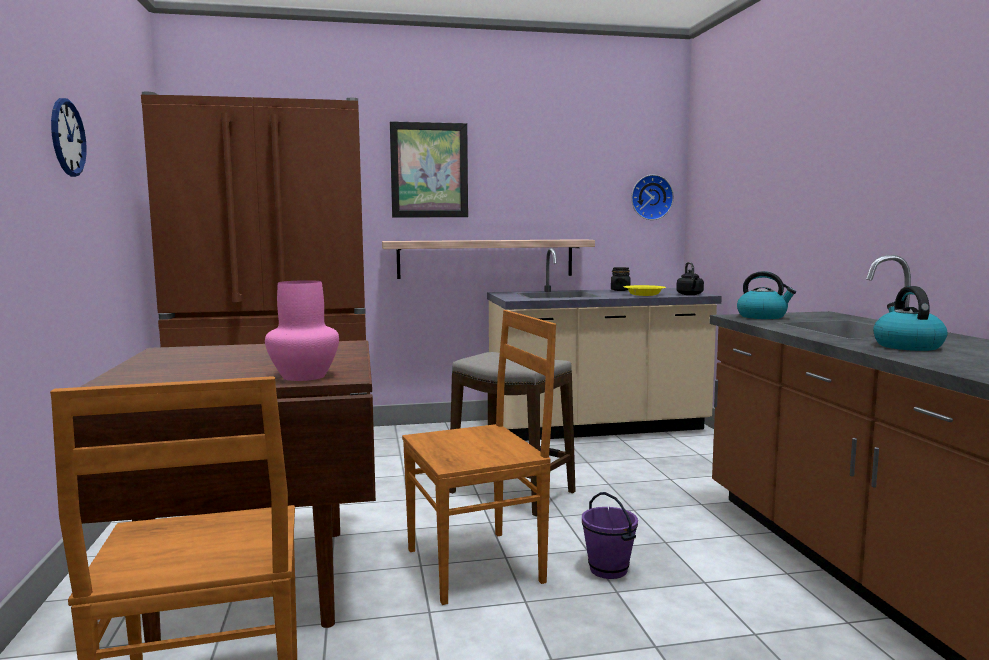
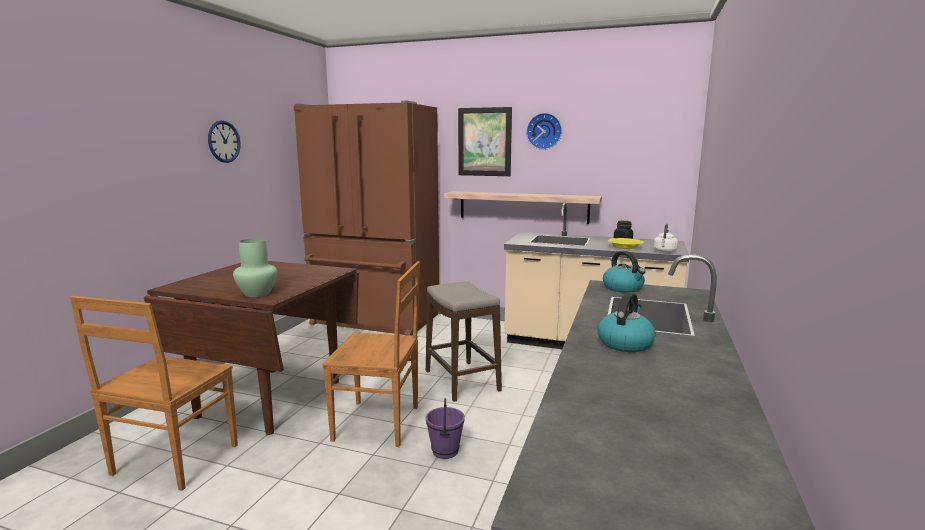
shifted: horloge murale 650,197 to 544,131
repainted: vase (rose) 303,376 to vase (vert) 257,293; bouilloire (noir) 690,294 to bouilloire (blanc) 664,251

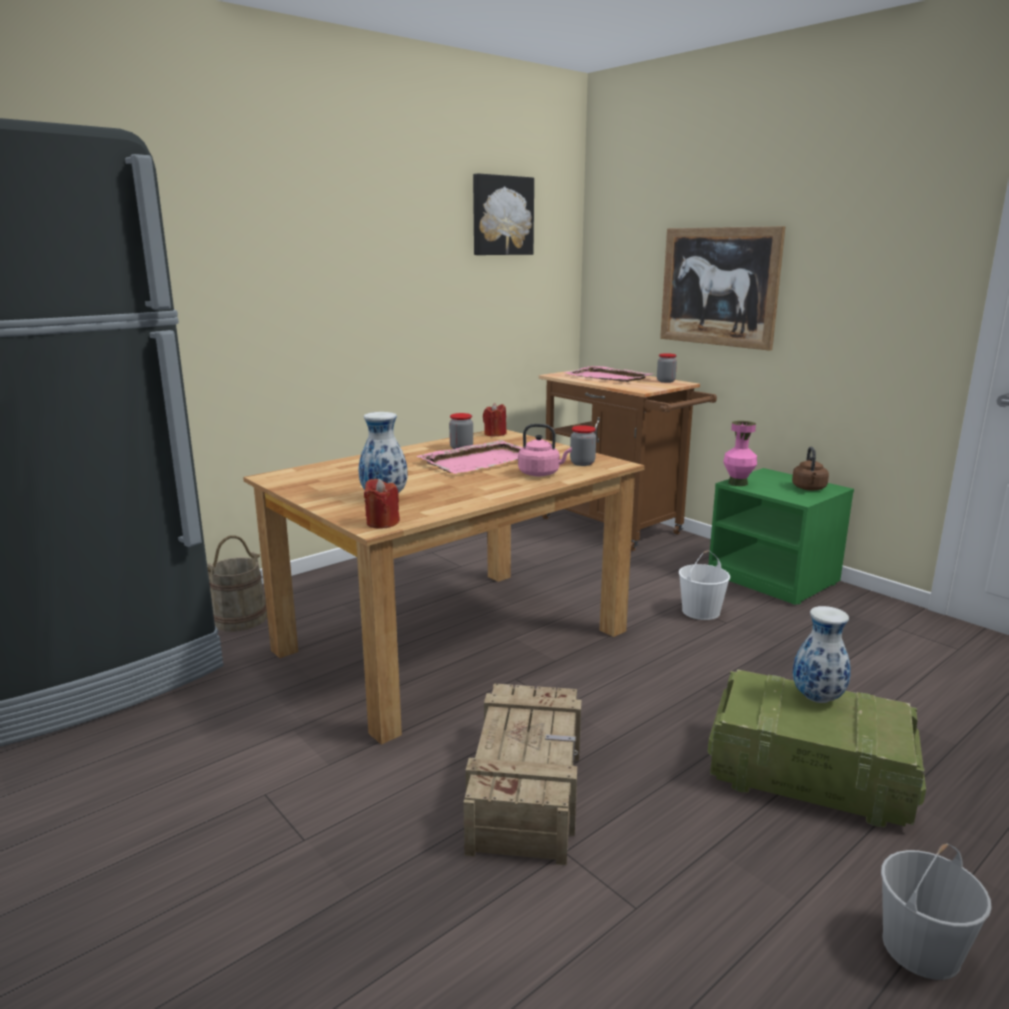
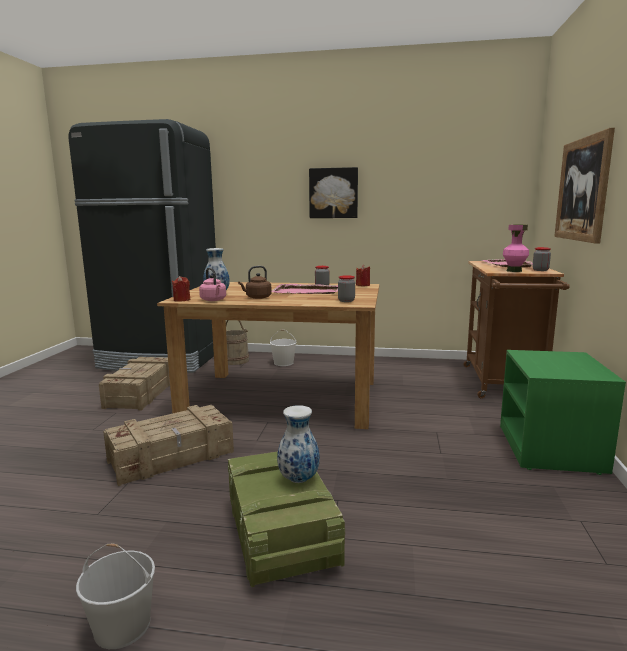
new: caisse 140,393
shifted: tableau 501,216 to 333,193; bouilloire (rose) 541,474 to 214,300; seau (blanc) 700,612 to 283,363; vase (rose) 738,483 to 514,271; bouilloire (marron) 809,488 to 257,297

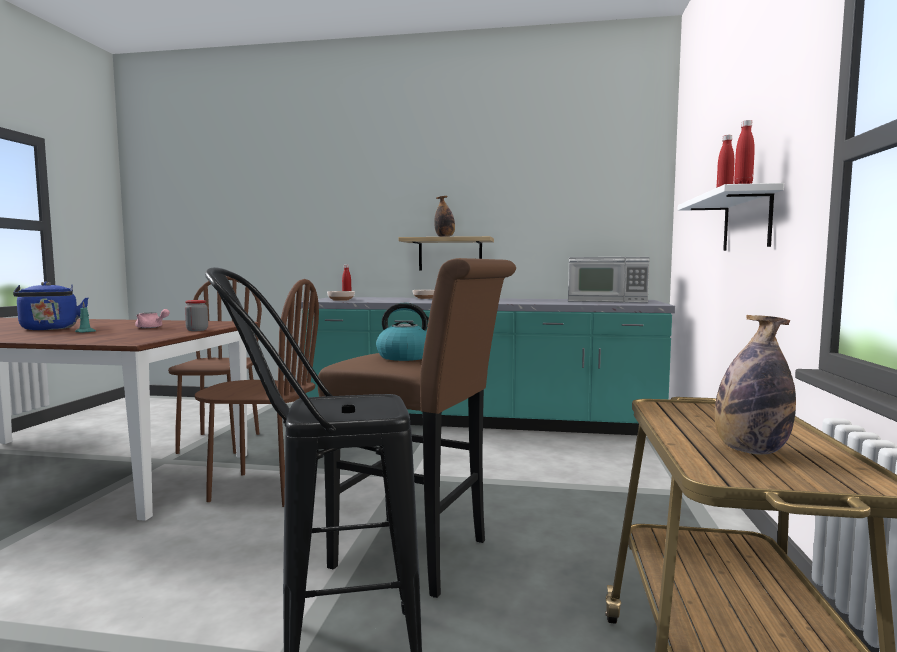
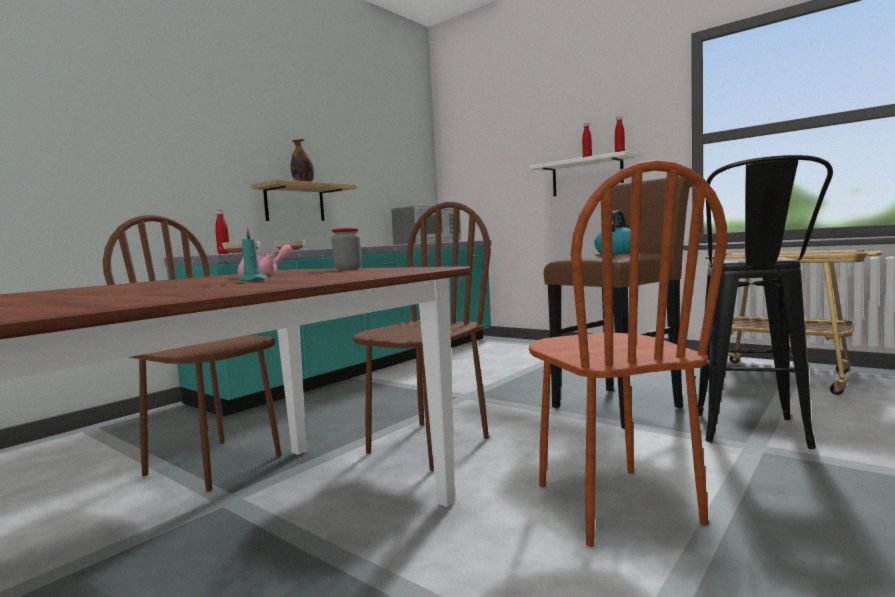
gone: bouilloire (bleu) 50,329; bouteille 750,451
new: chaise (marron) 614,504

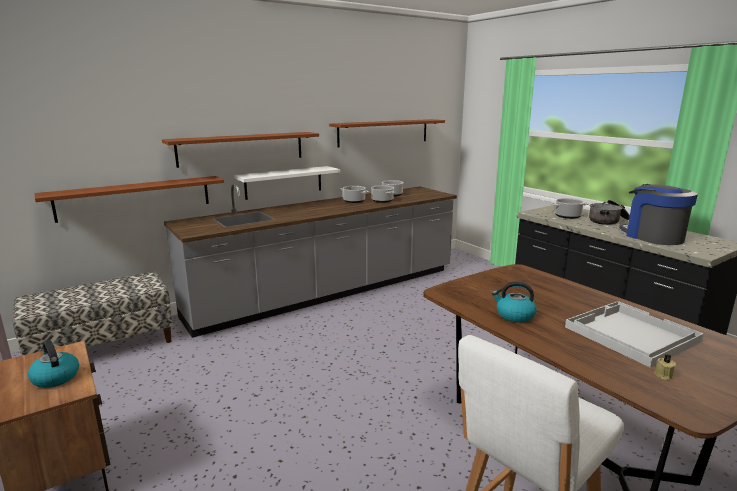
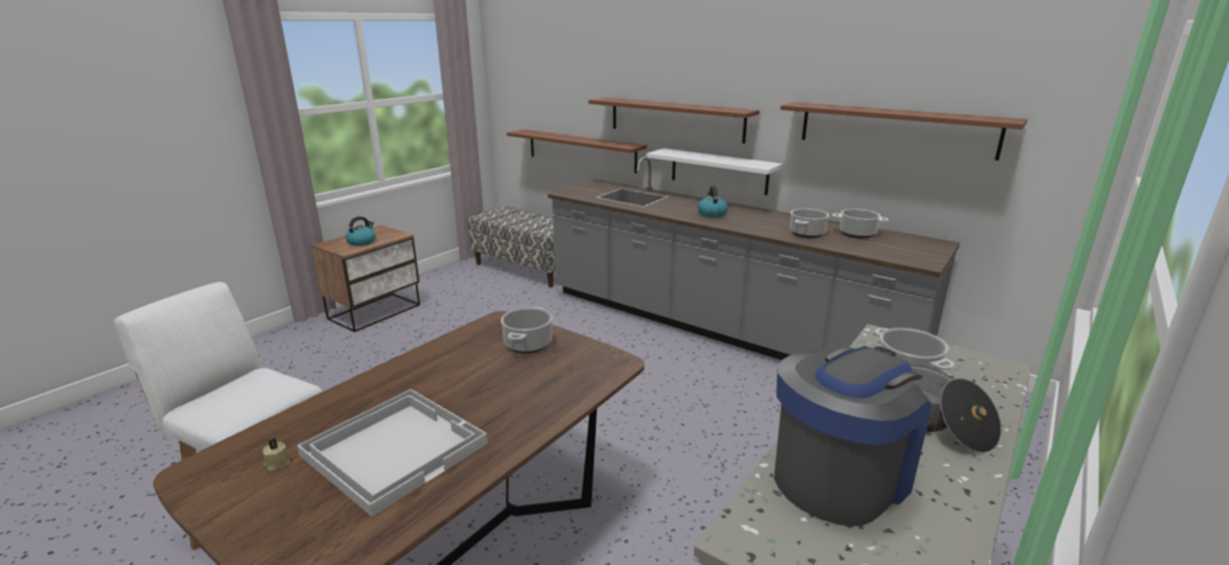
shifted: marmite 353,201 to 528,344; bouilloire 514,315 to 711,214

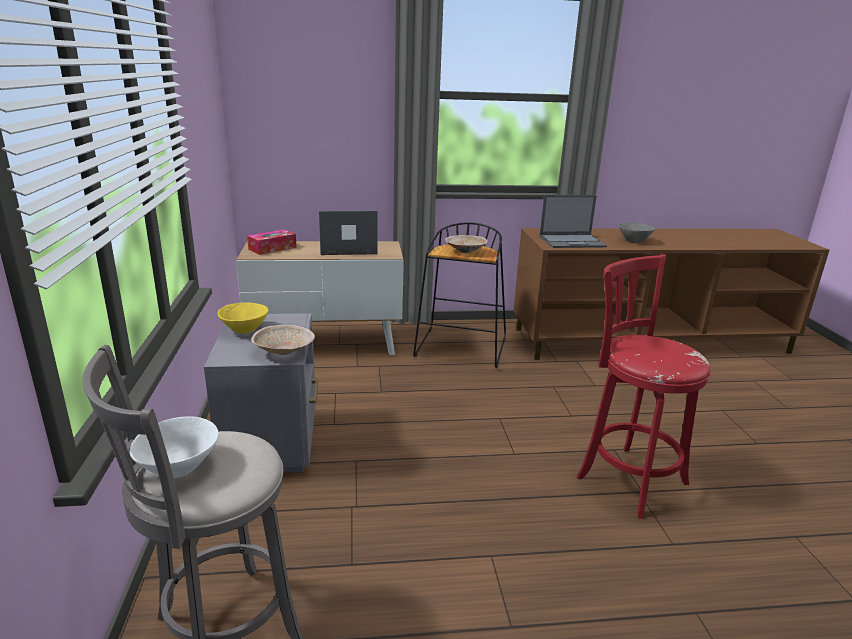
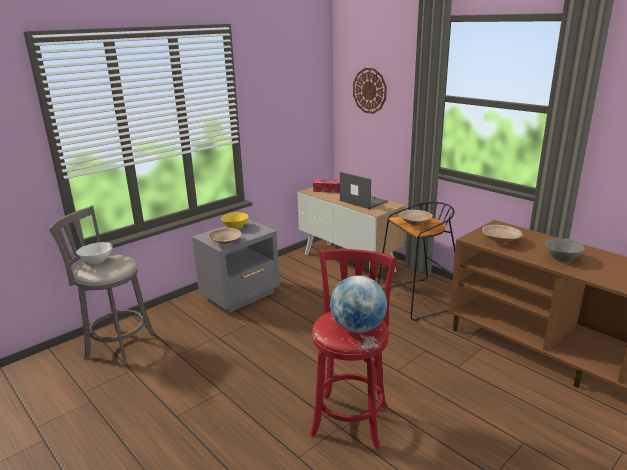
new: globe 358,328; horloge murale 369,90
swapped: ordinateur portable 572,241 to bol (beige) 501,241

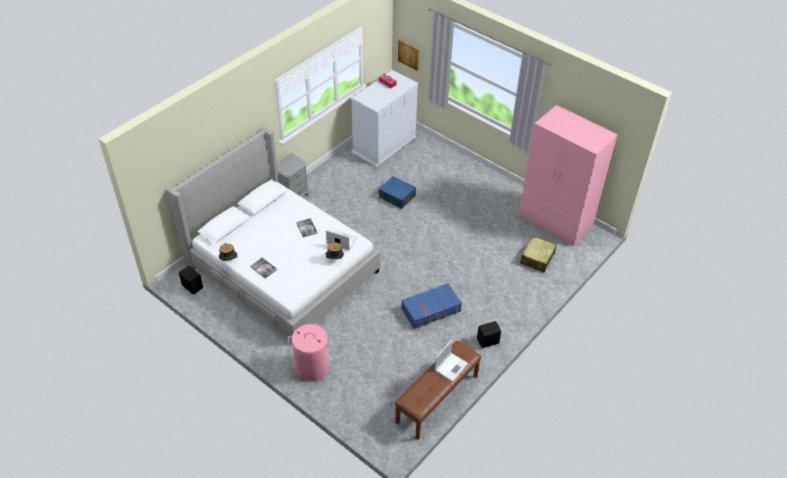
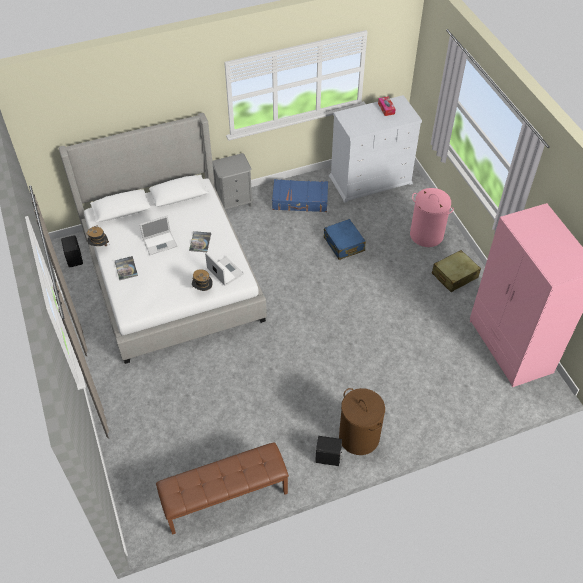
gone: tableau 409,54
new: panier à linge (marron) 358,437
shifted: panier à linge (rose) 312,367 to 426,235; valise (bleu) 431,310 to 300,201; ordinateur portable 451,366 to 160,242; valise (beige) 537,258 to 454,276

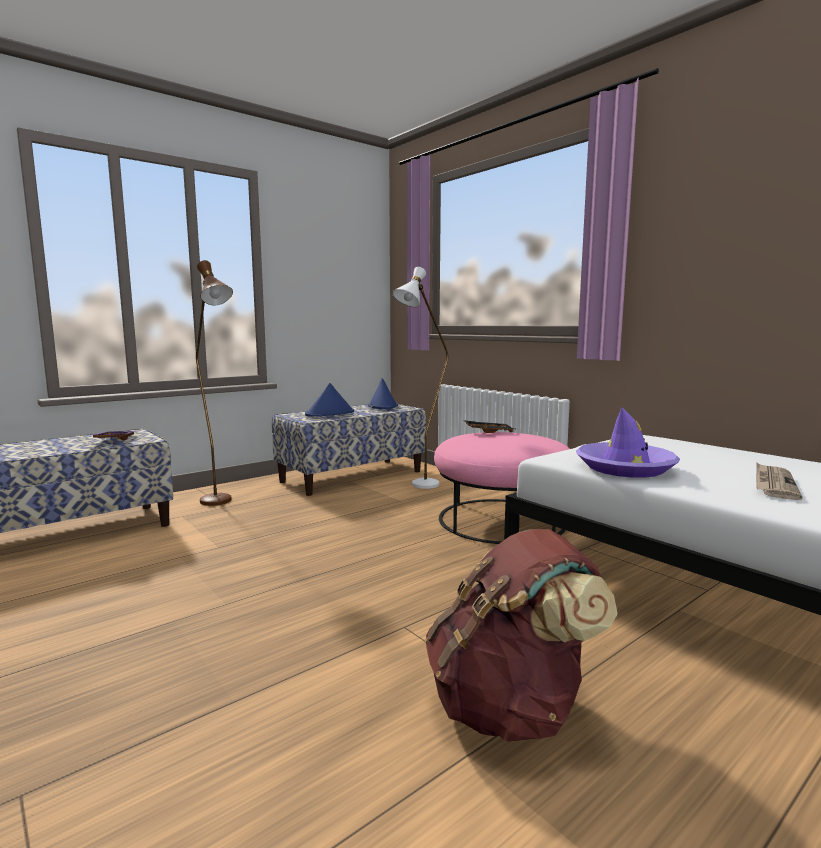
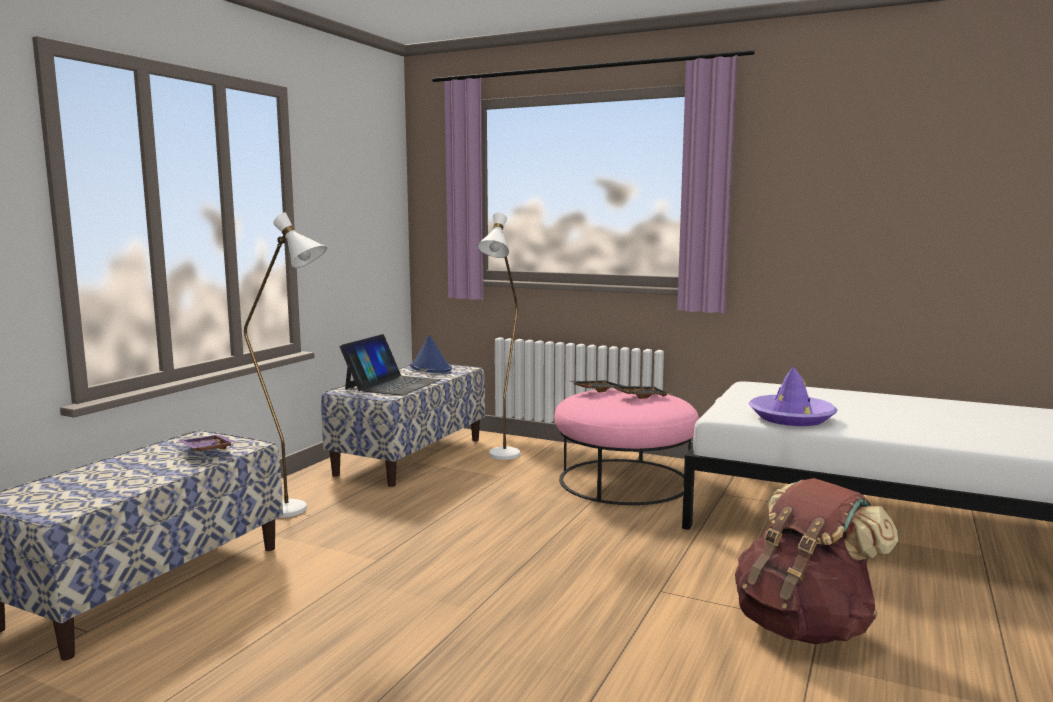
gone: journal 773,484
new: plateau (noir) 640,397
swapped: chapeau (bleu) 330,413 to ordinateur portable 392,384
repainted: lampadaire (marron) 221,503 to lampadaire (blanc) 299,512

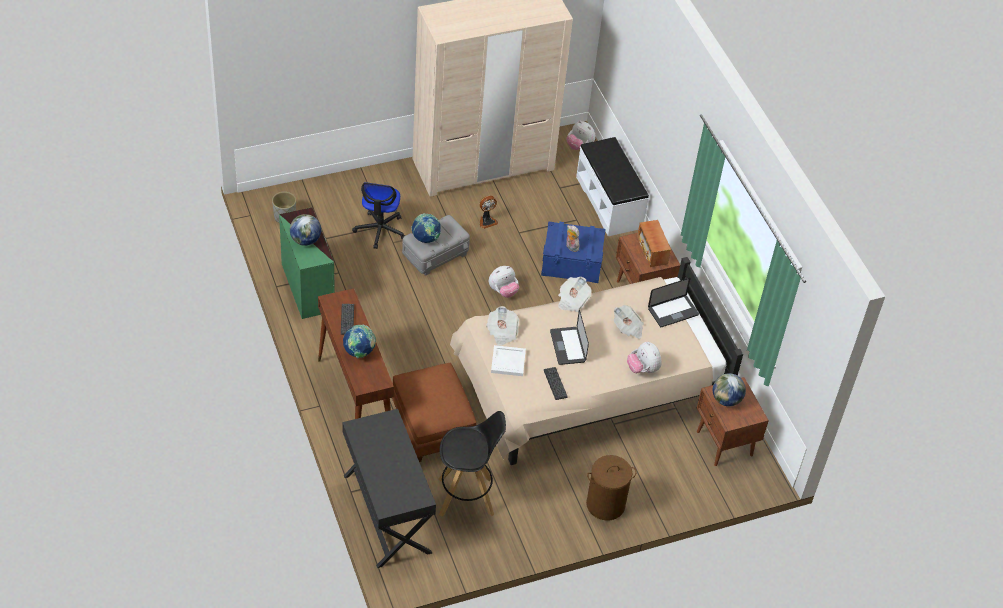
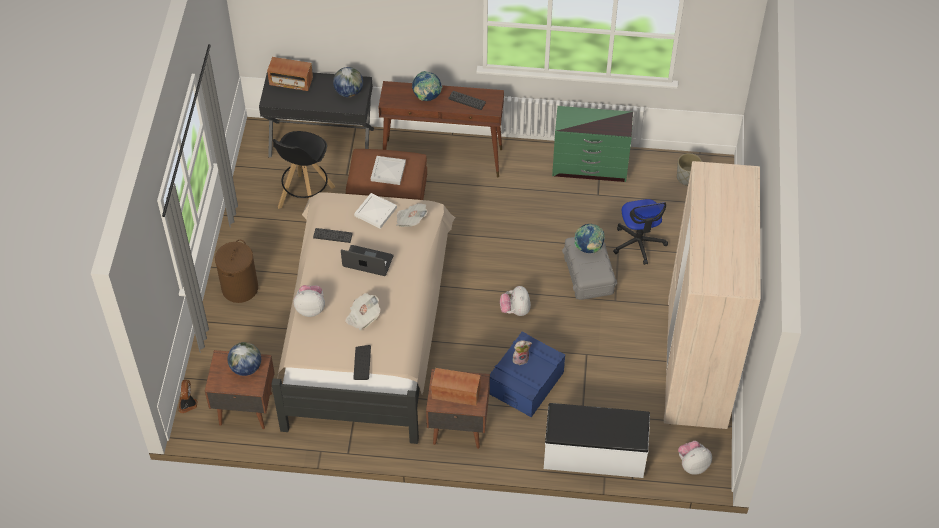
gone: journal 572,301
new: radio 291,82; plateau (blanc) 388,172
shifted: globe 305,240 to 349,92; ventilateur 487,221 to 188,404
swapped: ordinateur portable 673,312 to clavier 362,363
rotated: chaise de bureau 380,230 = 638,243 135 degrees counterclockwise

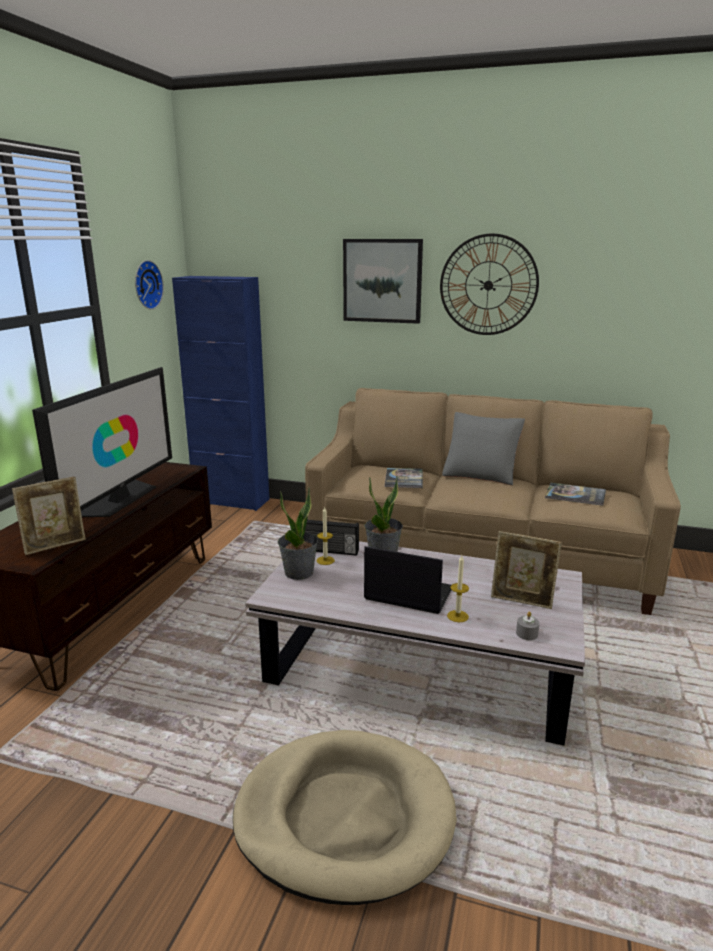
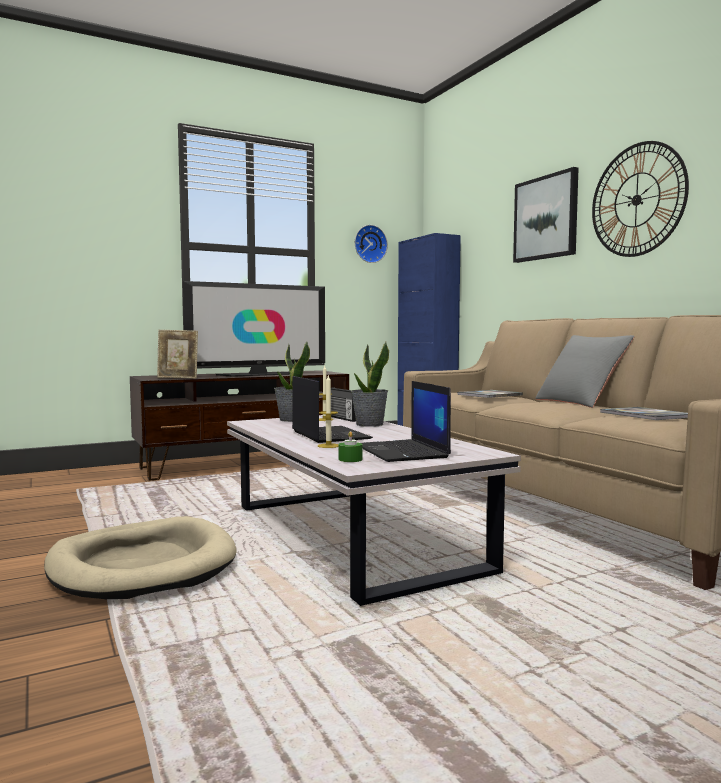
swapped: cadre photo 522,601 to ordinateur portable 403,452
repainted: bougie (gris) 527,634 to bougie (vert) 350,459

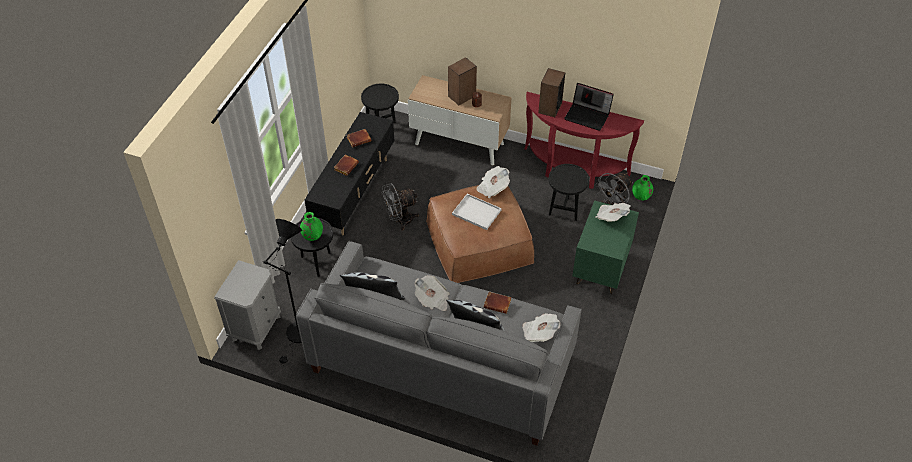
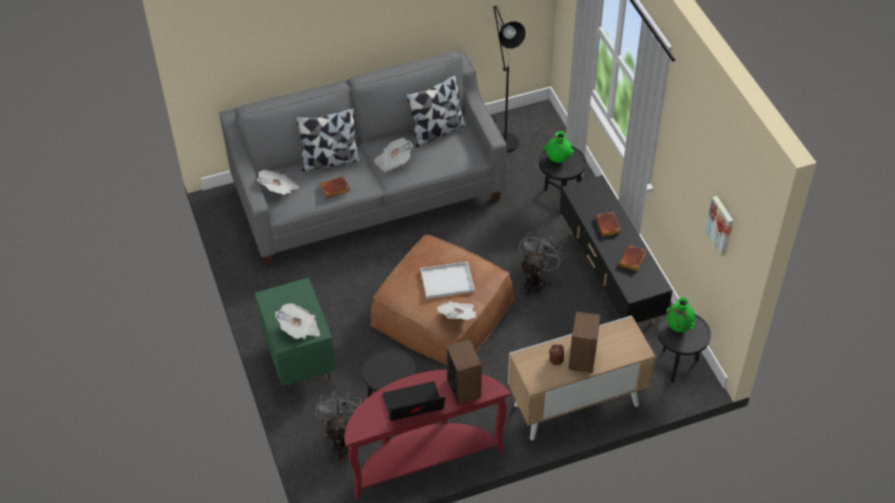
gone: table de chevet (gris) 256,327
new: tableau 721,225
shifted: vase (vert) 641,197 to 678,327

